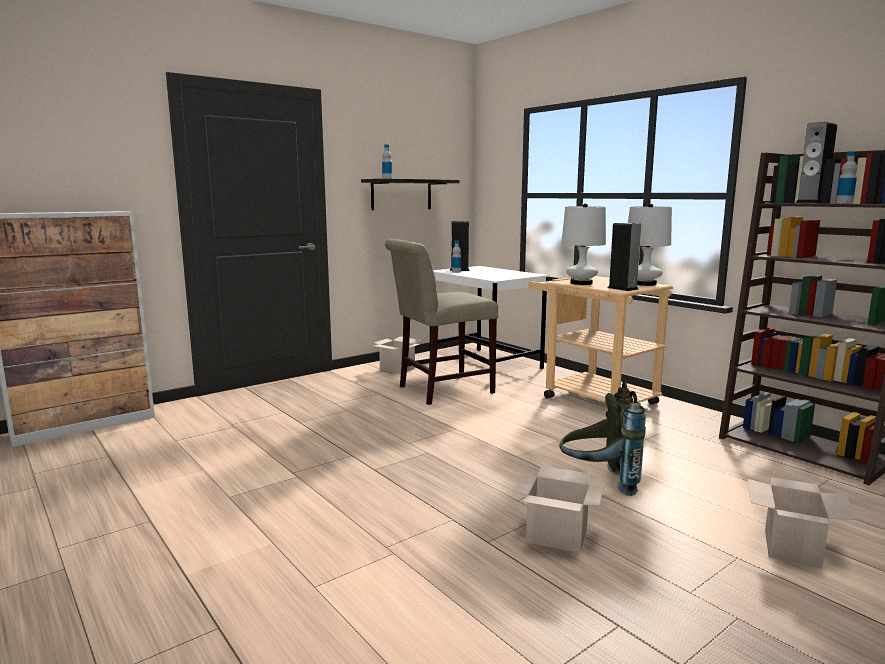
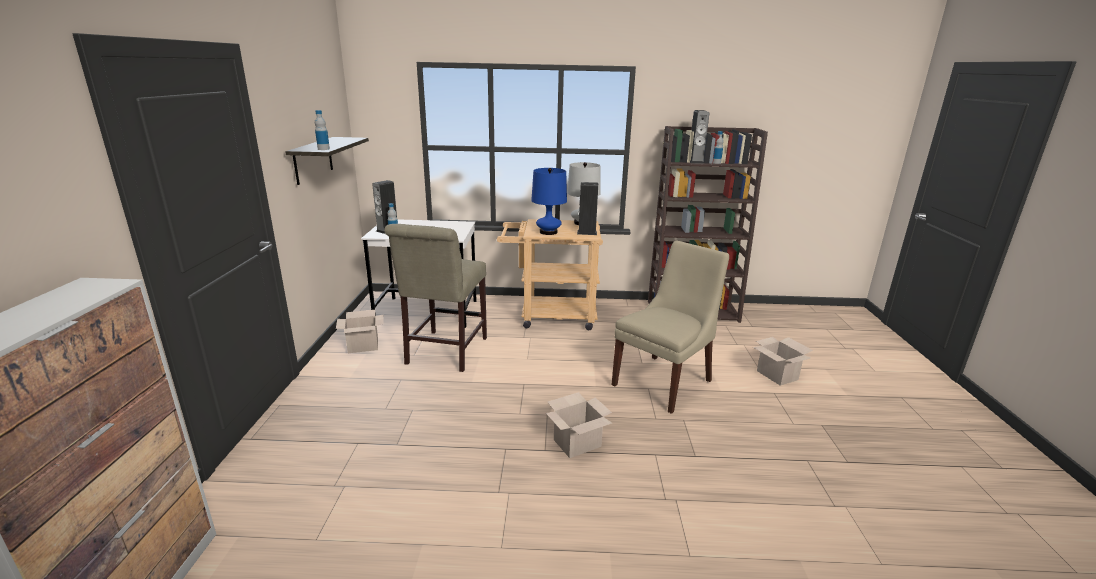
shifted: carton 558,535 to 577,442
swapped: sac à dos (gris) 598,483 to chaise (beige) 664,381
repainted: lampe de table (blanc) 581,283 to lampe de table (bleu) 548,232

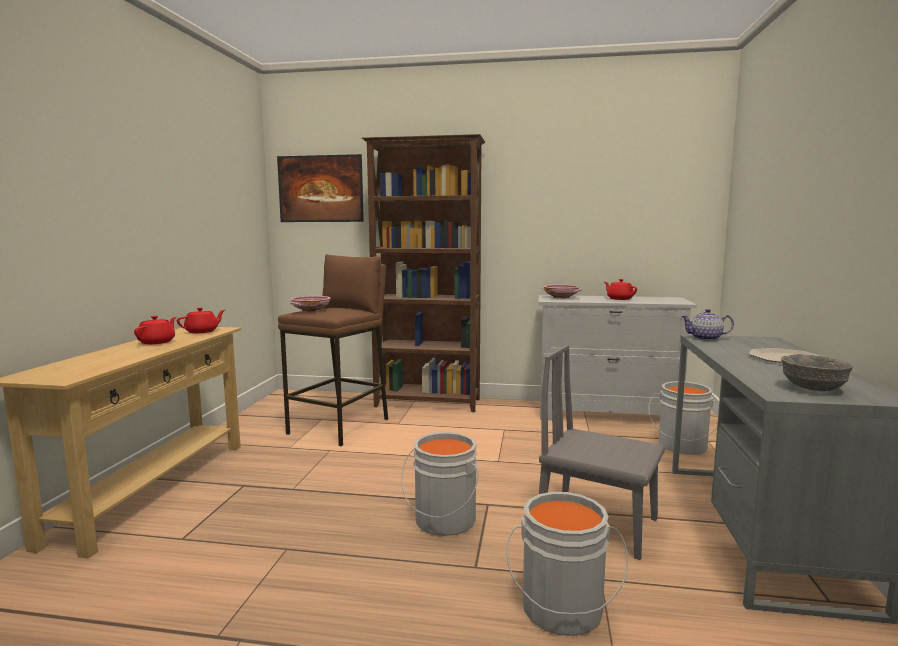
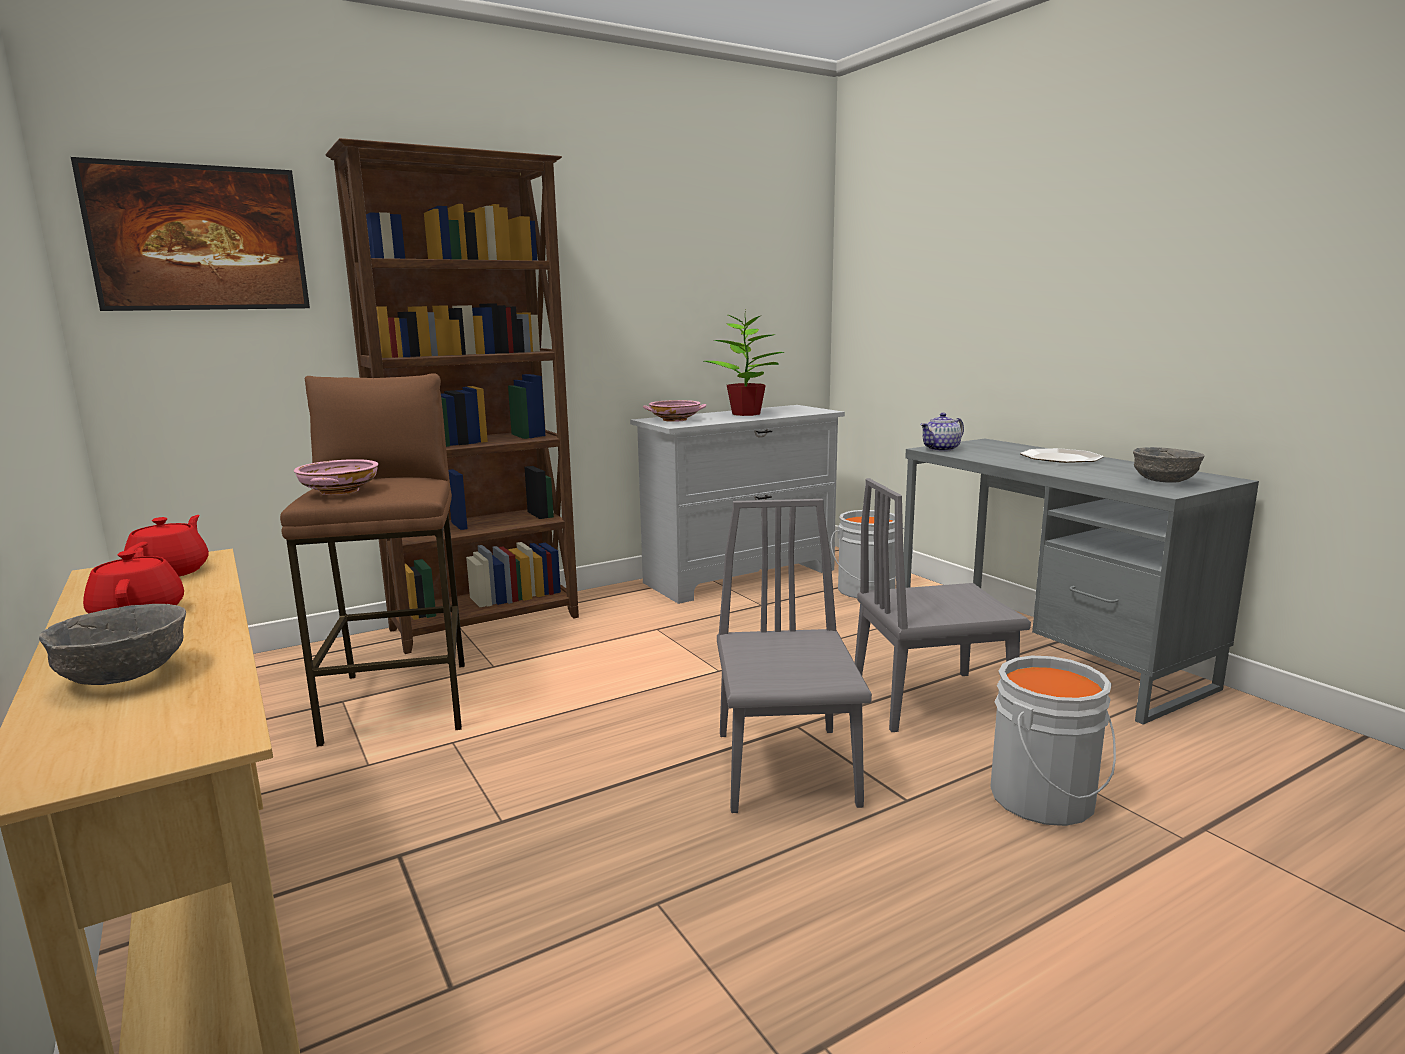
new: bol (gris) 123,677
swapped: seau (gris) 443,521 to chaise (gris) 786,768; théière (rouge) 619,299 to plante en pot 747,414

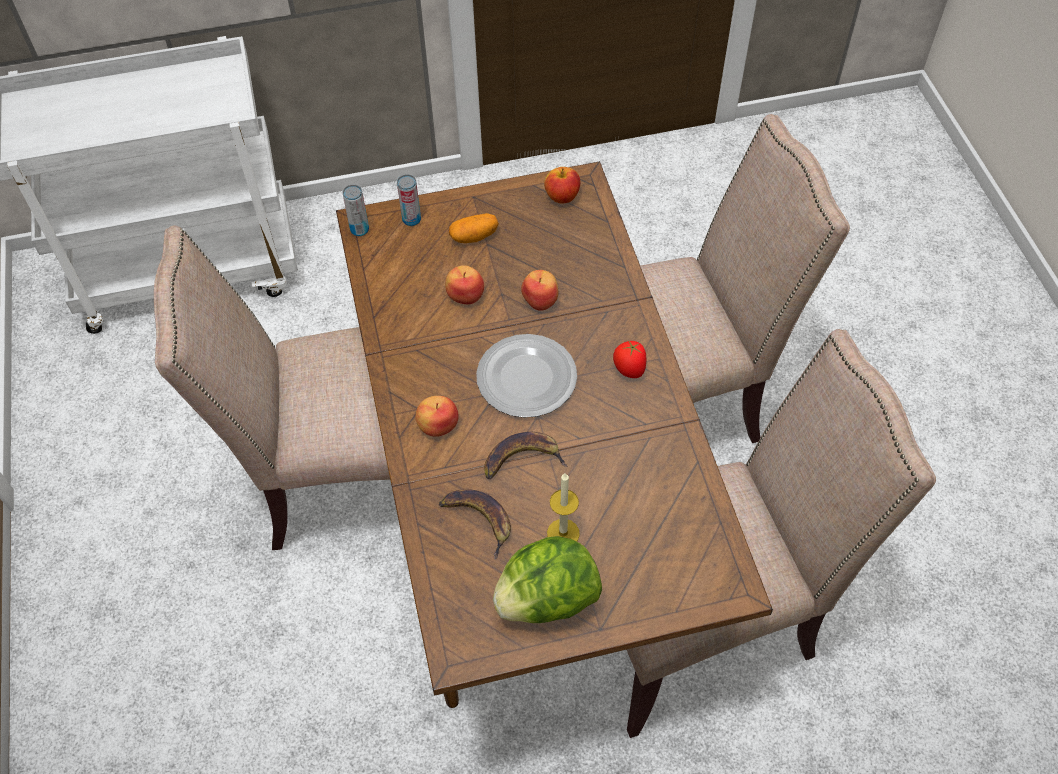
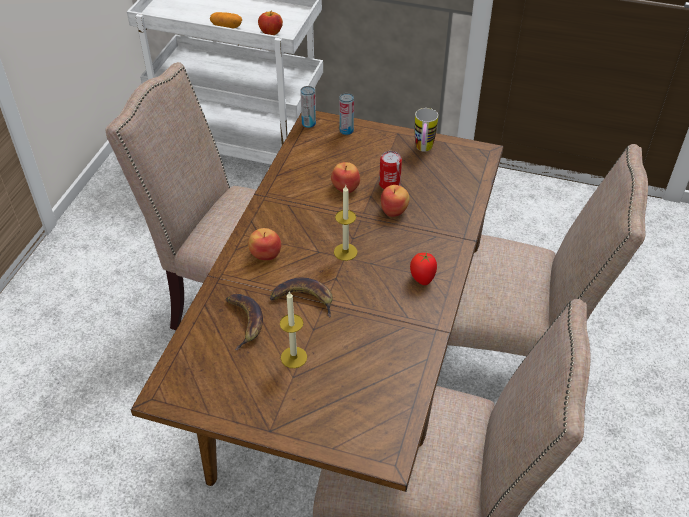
gone: laitue 547,599
new: boîte métallique 389,184; mug 423,150
shifted: pomme de terre 474,236 to 226,27; pomme 562,197 to 271,33
swapped: assiette 525,378 to bougie 345,252

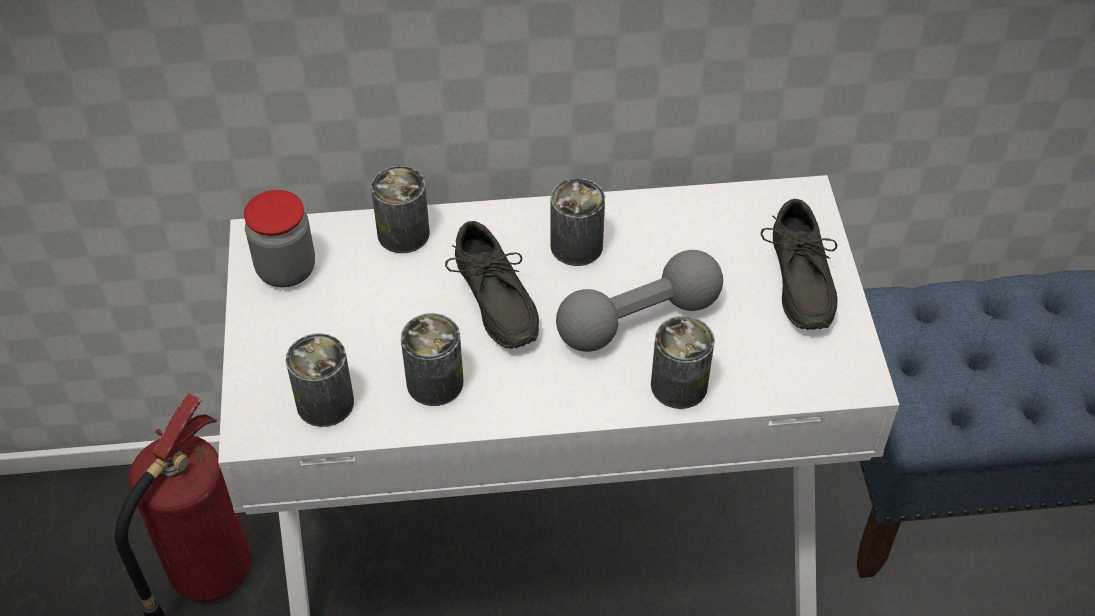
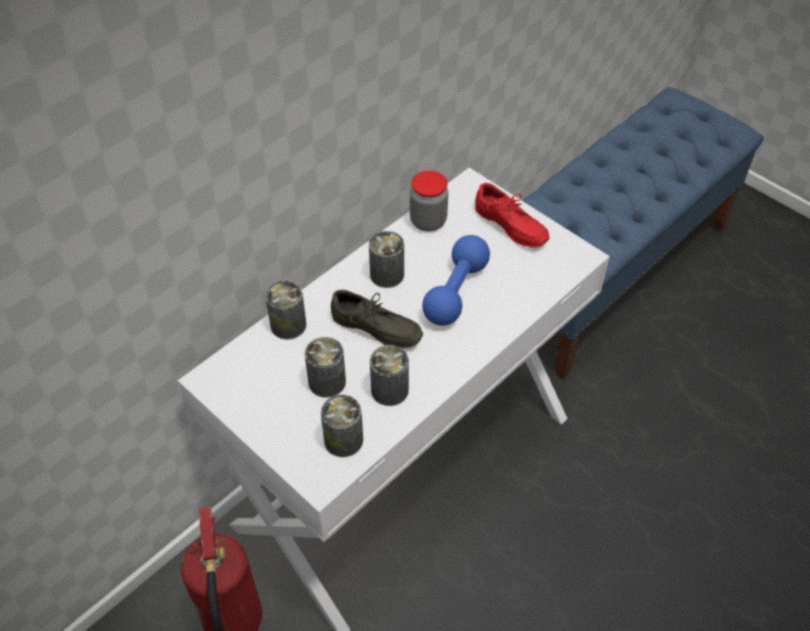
shifted: bocal 286,270 to 428,221; boîte métallique 679,385 to 327,382
repainted: haltère (gris) 638,319 to haltère (bleu) 456,292; chaussure (gris) 795,282 to chaussure (rouge) 508,228

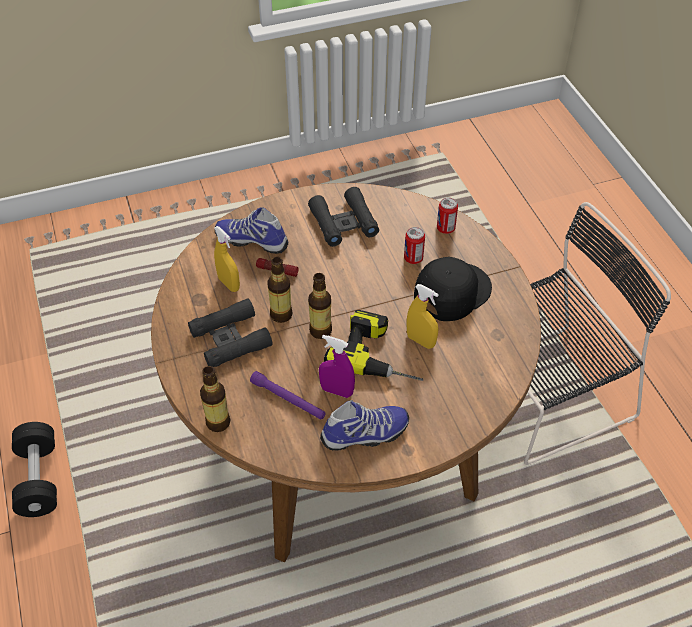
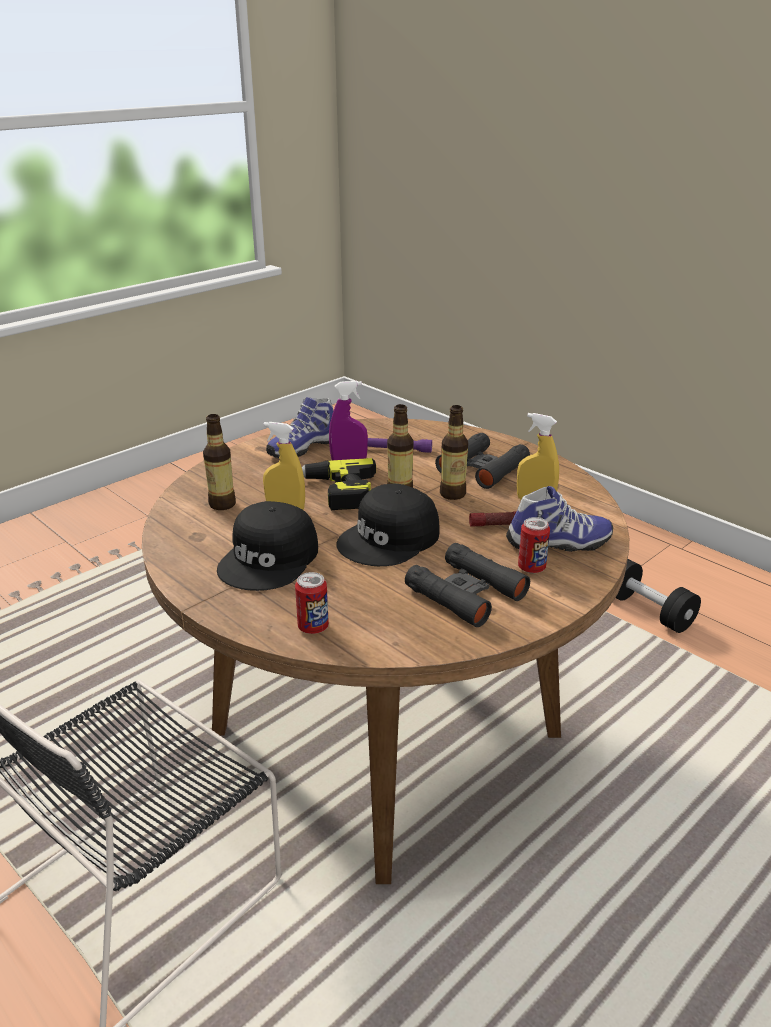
new: casquette (noir) 390,539
shifted: bouteille 218,422 to 222,504; boîte métallique 413,258 to 531,568

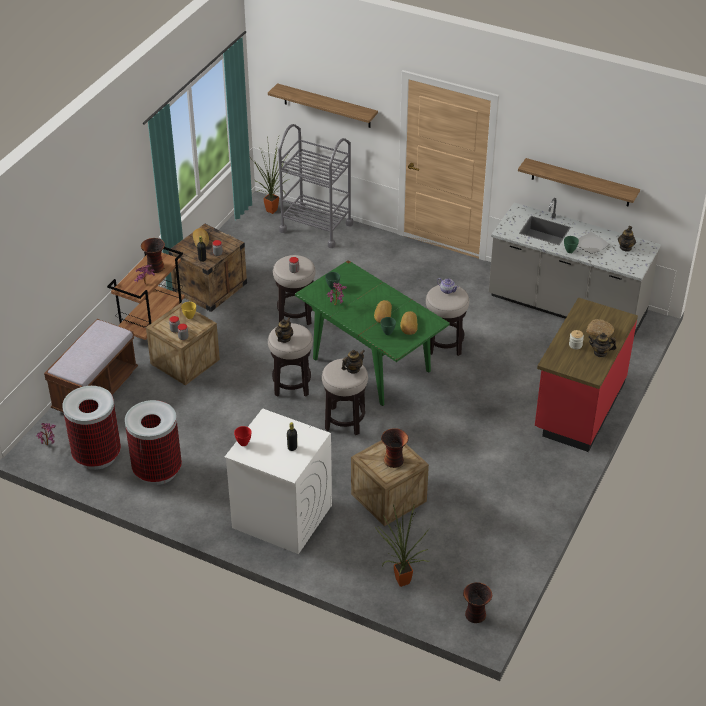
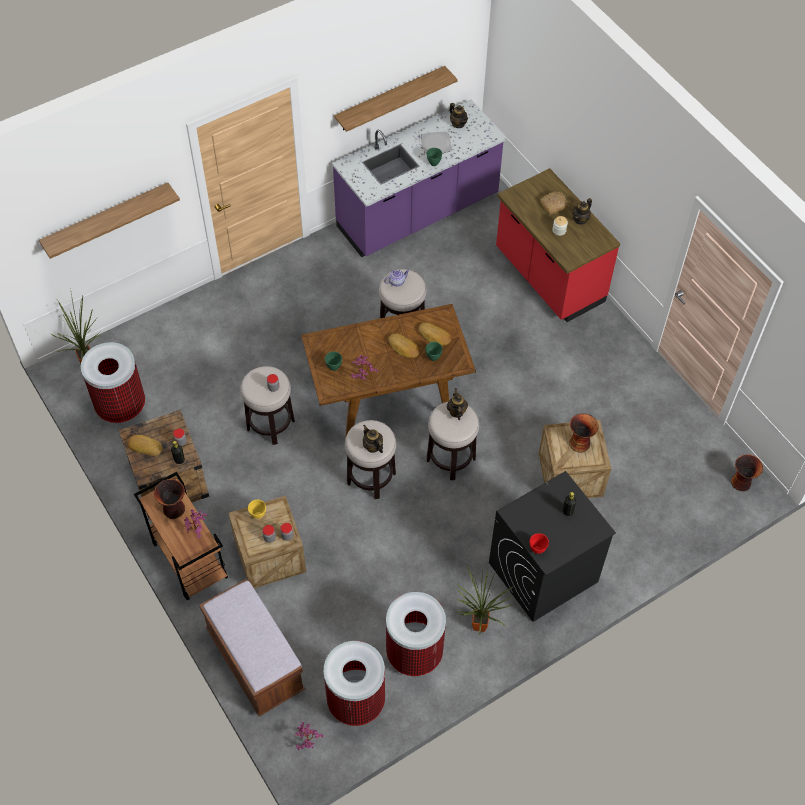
gone: chariot (gris) 316,227
new: poubelle 121,406
shifted: plante en pot 400,582 to 478,628
repainted: lave-linge (blanc) 281,516 to lave-linge (noir) 542,572; table à manger (vert) 370,364 to table à manger (marron) 387,399; comptoir de cuisine (gris) 566,307 to comptoir de cuisine (violet) 418,213

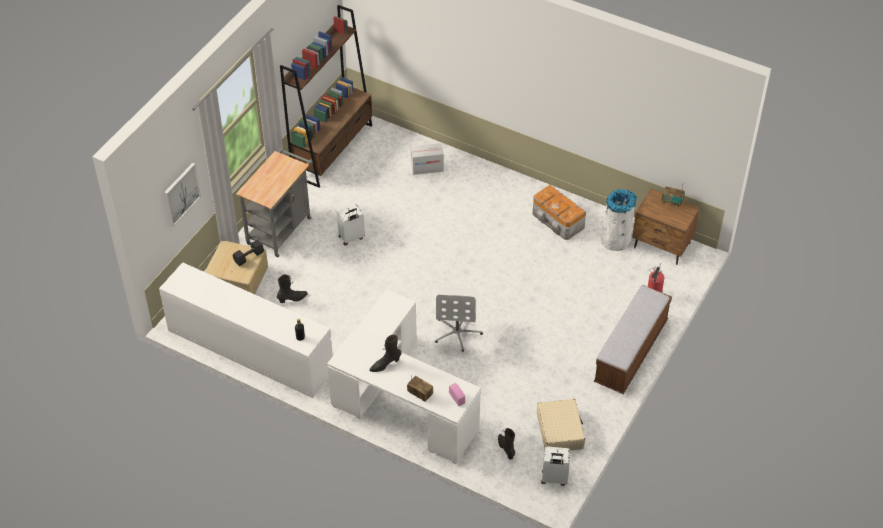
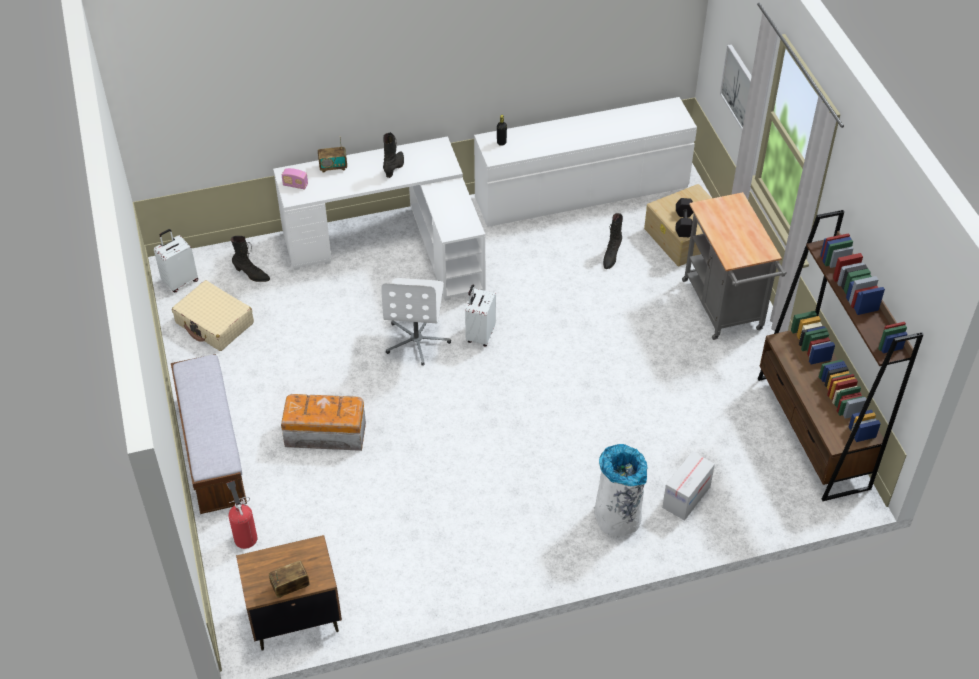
shifted: valise (blanc) 351,238 to 480,335; boîte de rangement 557,221 to 324,433; poubelle (blanc) 616,239 to 617,517
rotated: chaise de bureau (blanc) 457,332 = 417,340 135 degrees counterclockwise

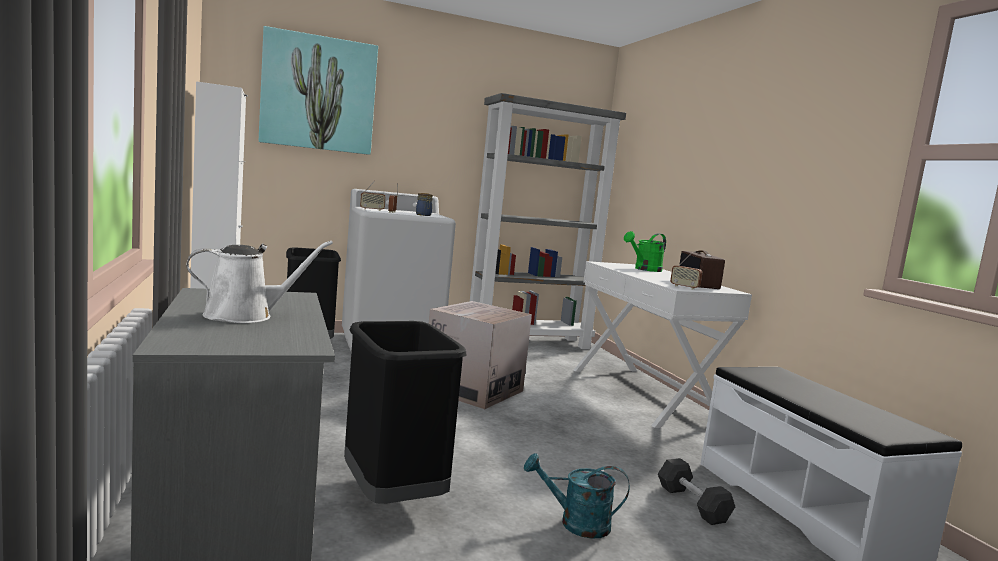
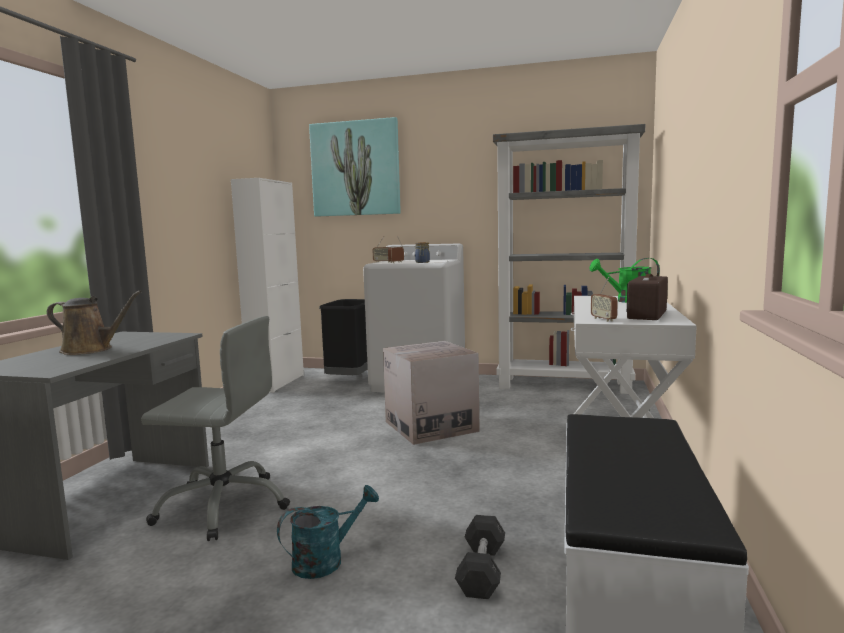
swapped: poubelle (noir) 394,496 to chaise de bureau (gris) 223,505
repainted: arrosoir (blanc) 245,316 to arrosoir (marron) 91,350
rotated: arrosoir (turquoise) 575,523 = 326,560 105 degrees clockwise

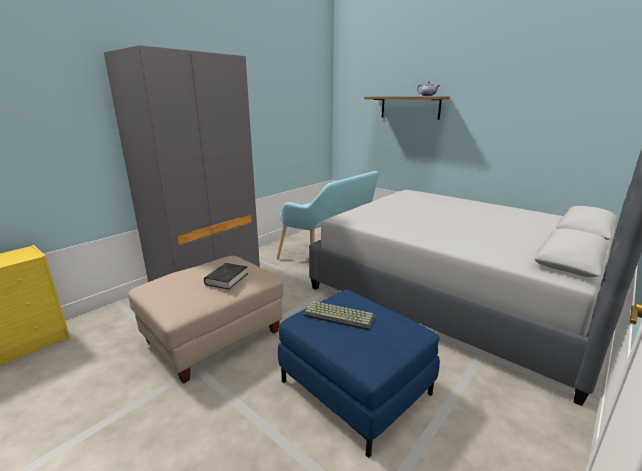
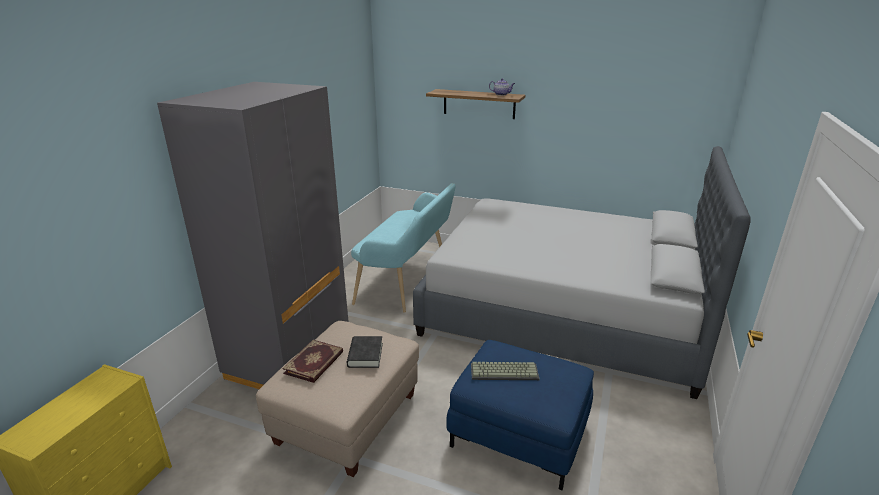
new: livre 315,363

